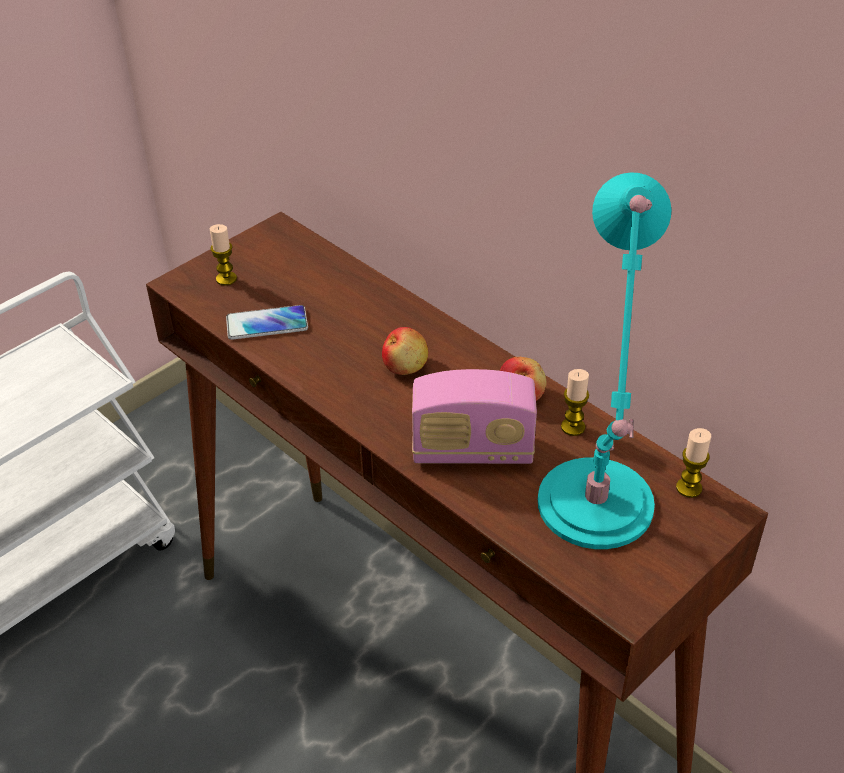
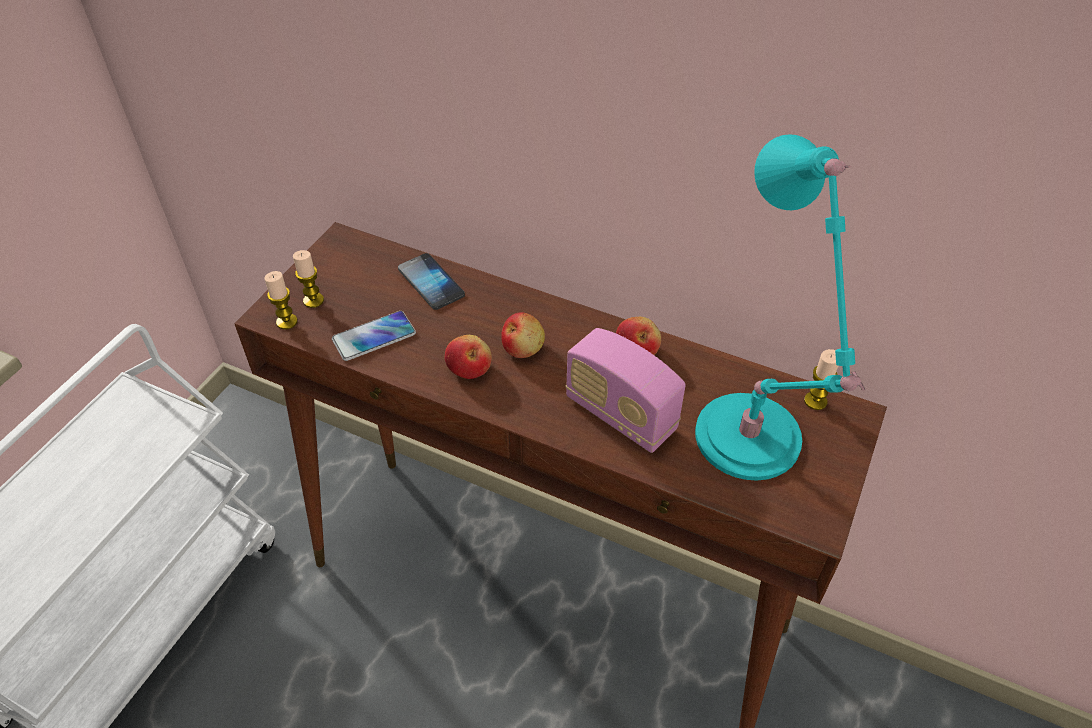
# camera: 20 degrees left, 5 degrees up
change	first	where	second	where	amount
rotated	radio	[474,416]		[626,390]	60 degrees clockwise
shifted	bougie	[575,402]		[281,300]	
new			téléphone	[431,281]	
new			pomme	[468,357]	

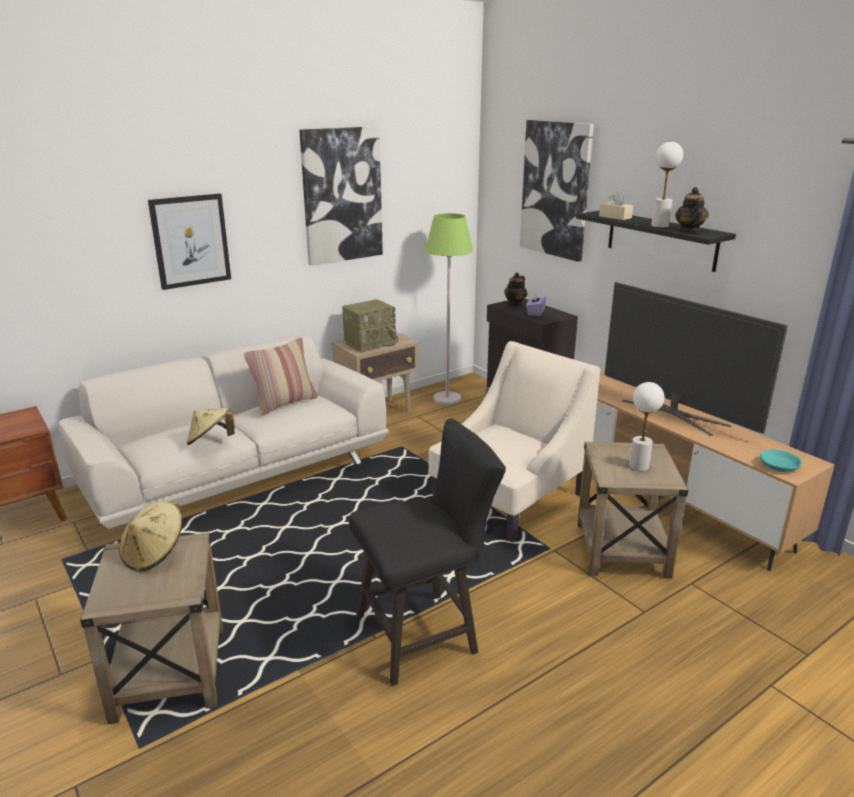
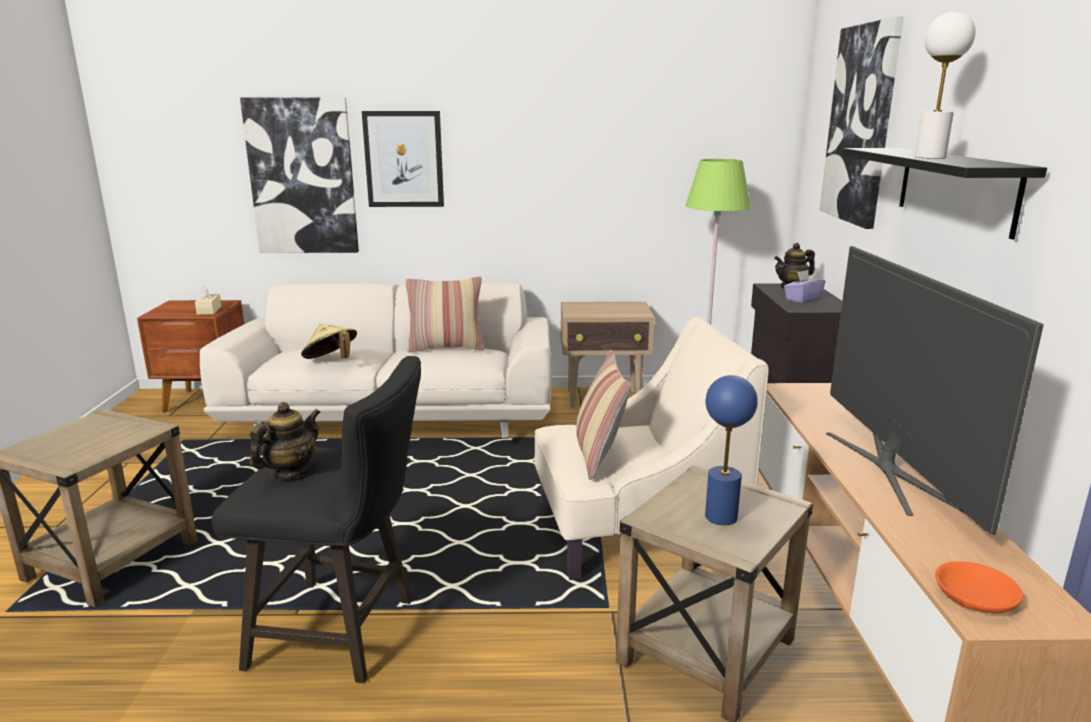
# camera: 35 degrees right, 5 degrees down
change	first	where	second	where	amount
gone	chapeau/beige	[151,536]			
shifted	tableau	[341,196]		[299,175]	
gone	radio	[370,325]			
shifted	boîte à mouchoirs/beige	[616,206]		[208,300]	
repainted	lampe de table/blanc	[646,426]	lampe de table/bleu	[731,450]	
shifted	théière	[691,210]		[285,441]	
repainted	bol/turquoise	[781,460]	bol/orange	[979,587]	
new			coussin	[603,415]	

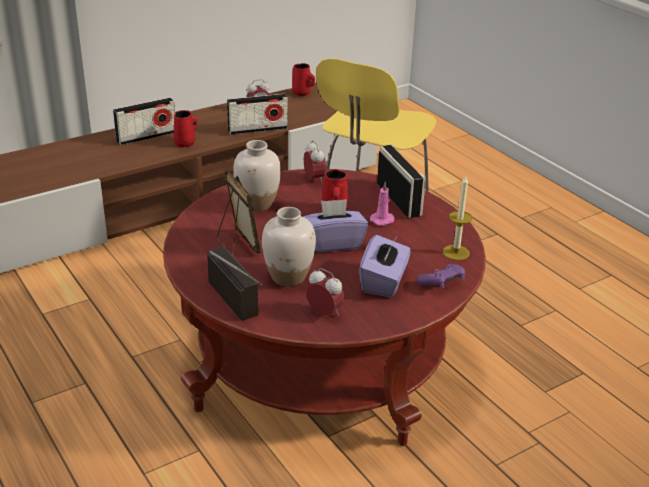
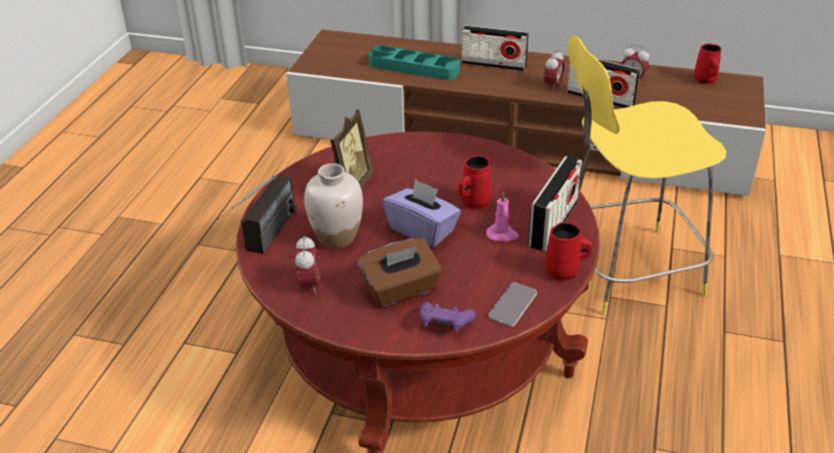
# camera: 50 degrees right, 5 degrees up
change	first	where	second	where	amount
shifted	mug/rouge	[186,129]		[568,251]	
gone	vase/blanc	[257,176]			
shifted	réveil	[315,162]		[554,70]	
repainted	boîte à mouchoirs/violet	[385,266]	boîte à mouchoirs/marron	[399,272]	
swapped	bougie	[458,218]	téléphone	[513,305]	
new			plateau/turquoise	[414,63]	

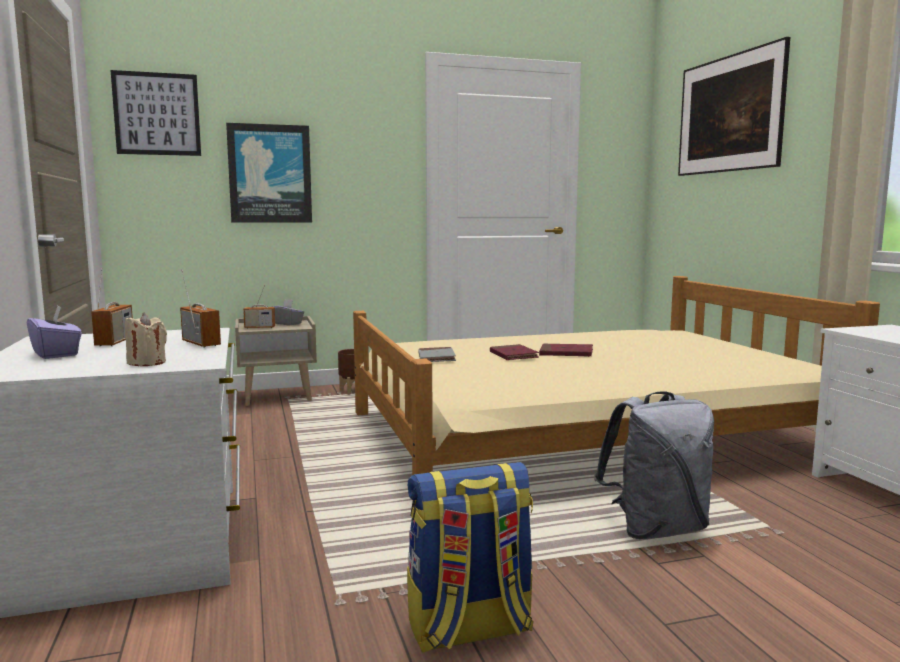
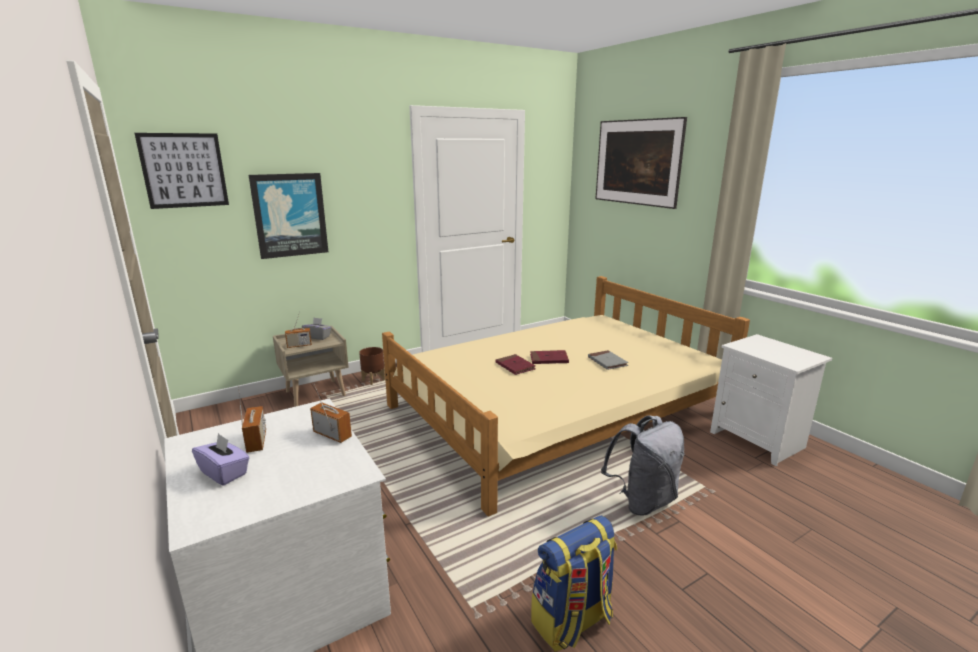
# camera: 15 degrees left, 10 degrees up
change	first	where	second	where	amount
gone	bougie/beige	[146,339]			
shifted	livre/gris	[437,354]		[608,360]	

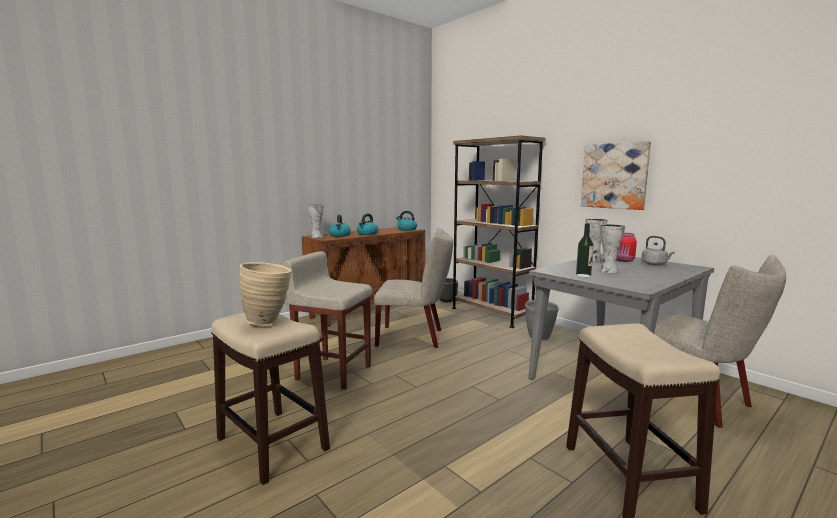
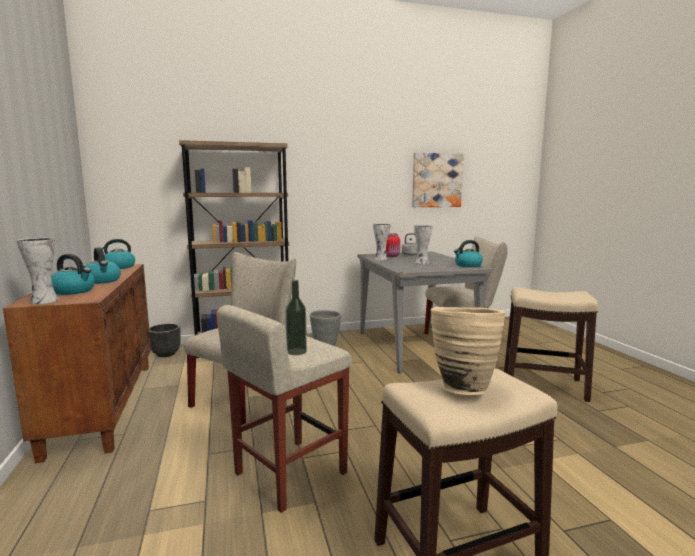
# camera: 65 degrees left, 0 degrees up
change	first	where	second	where	amount
shifted	bouteille	[585,250]		[296,317]	
shifted	tableau	[616,175]		[438,179]	
new			bouilloire	[468,253]	

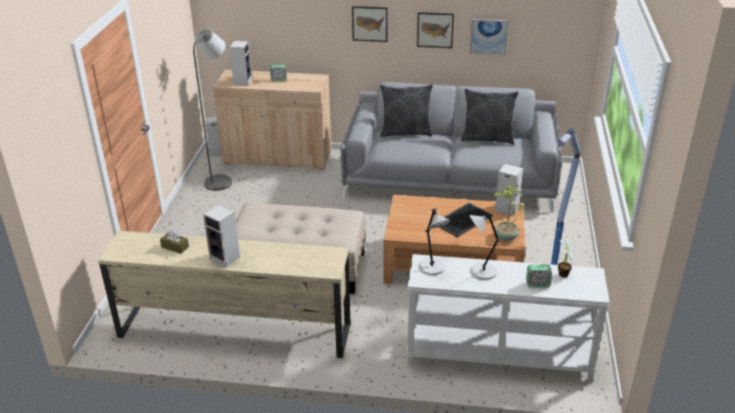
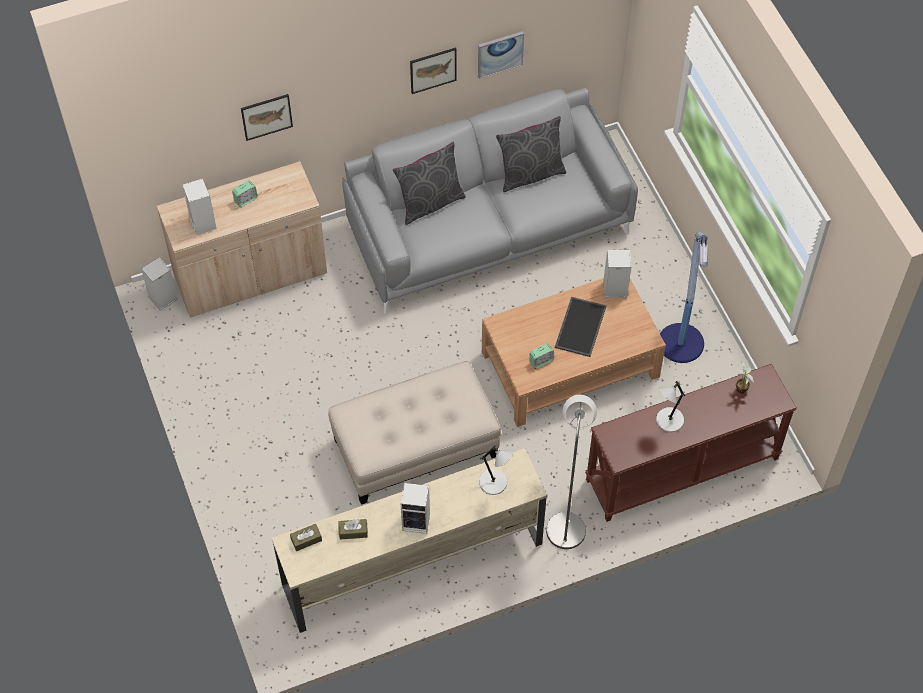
# camera: 30 degrees left, 25 degrees up
change	first	where	second	where	amount
shifted	lampadaire/gris	[212,110]		[571,472]	
shifted	tableau	[370,24]		[267,117]	
repainted	table console/blanc	[508,318]	table console/marron	[691,443]	
shifted	lampe de table/gris	[434,242]		[496,470]	
gone	plante en pot	[508,212]			
shifted	réveil	[539,276]		[541,356]	
new			boîte à mouchoirs/marron	[306,537]	

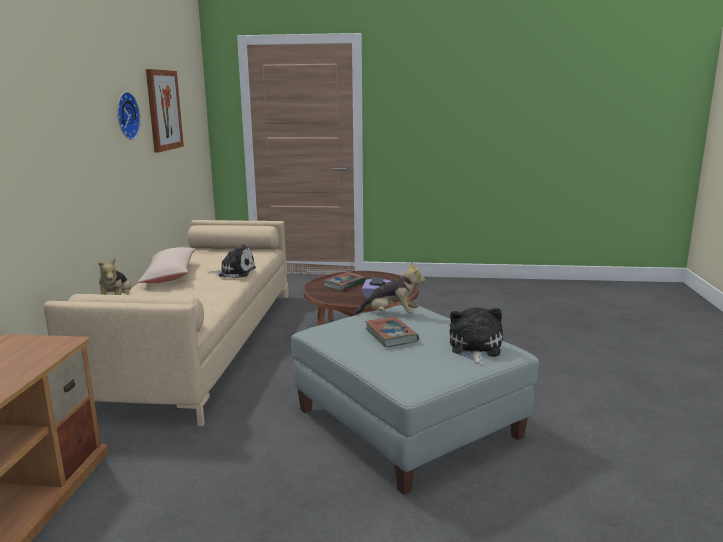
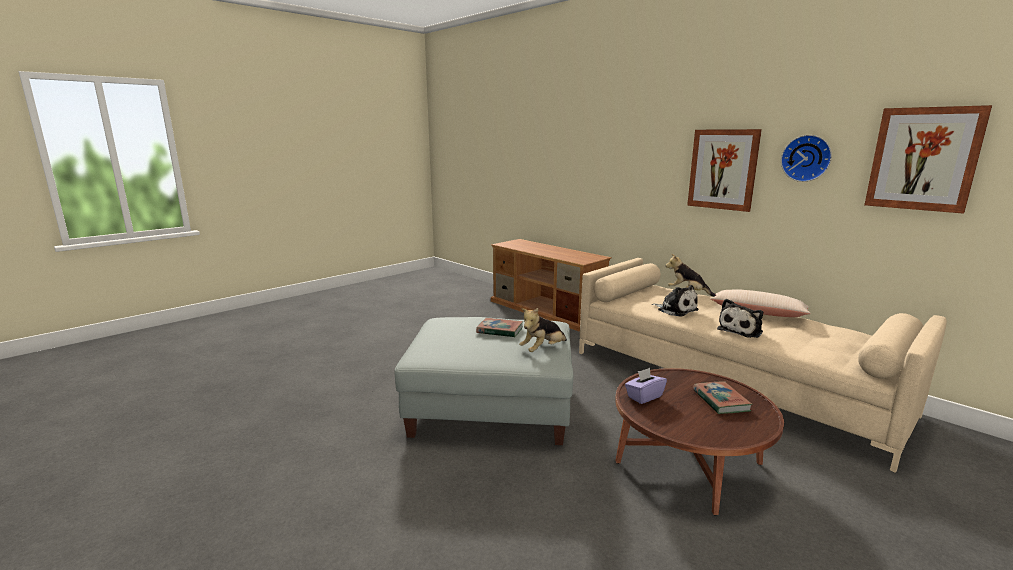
# camera: 130 degrees right, 0 degrees up
change	first	where	second	where	amount
shifted	peluche	[476,336]		[675,301]	
new			tableau	[724,170]	

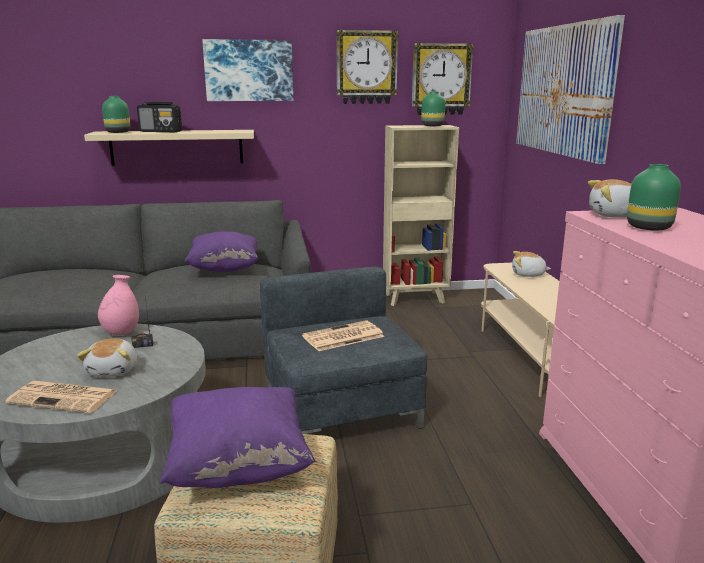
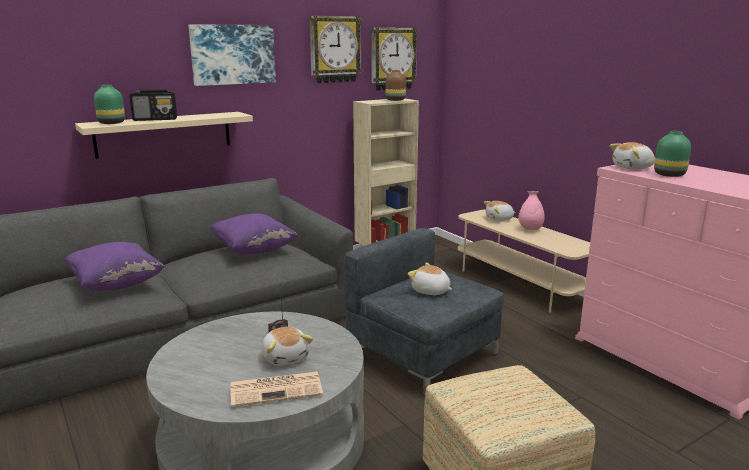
# camera: 25 degrees left, 0 degrees up
change	first	where	second	where	amount
shifted	vase/rose	[118,305]		[531,210]	
shifted	coussin/violet	[237,437]		[114,266]	
swapped	journal	[343,335]	peluche	[430,279]	
repainted	vase/vert	[433,109]	vase/marron	[395,85]	
gone	tableau	[570,89]			

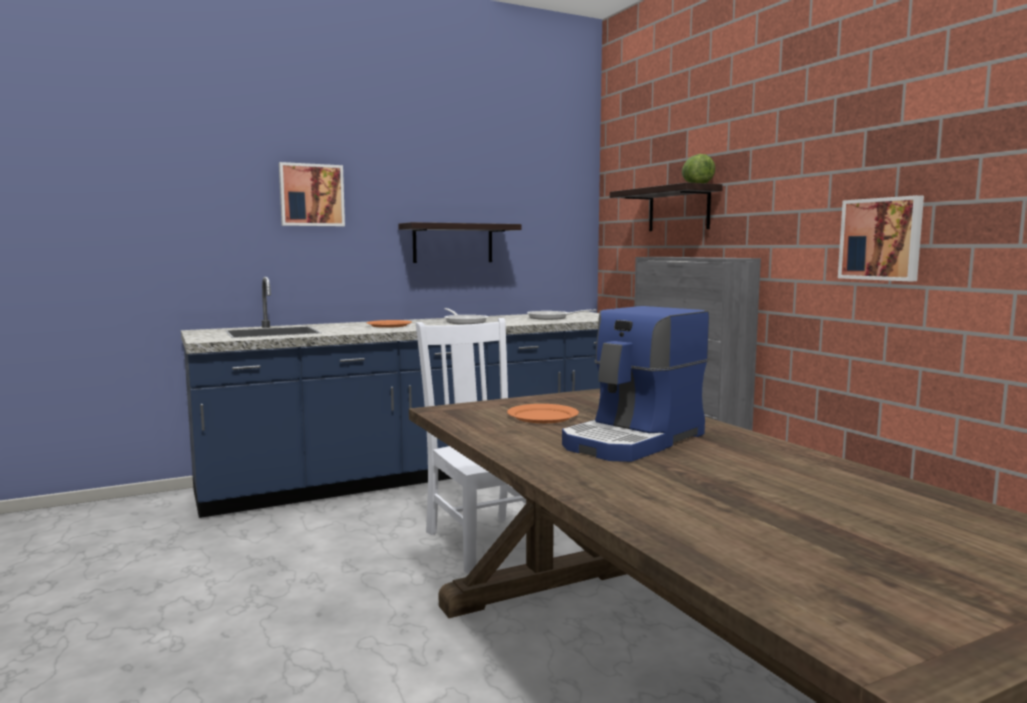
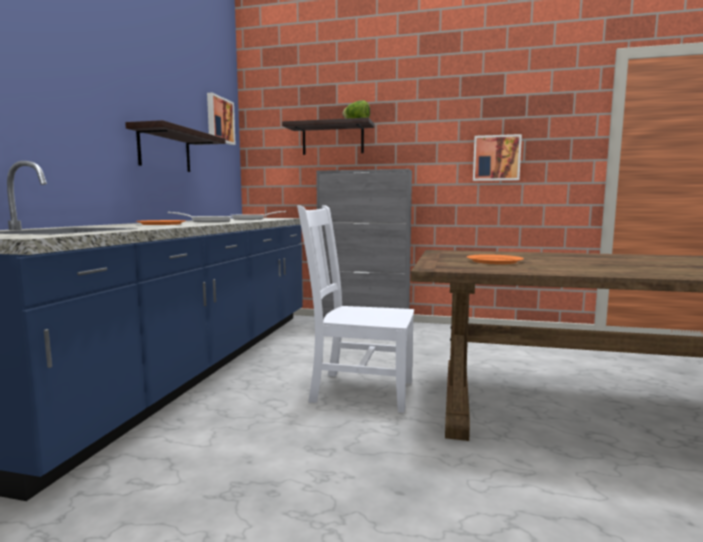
# camera: 50 degrees left, 0 degrees up
change	first	where	second	where	amount
shifted	tableau	[312,194]		[221,118]	
gone	machine à café	[635,384]			

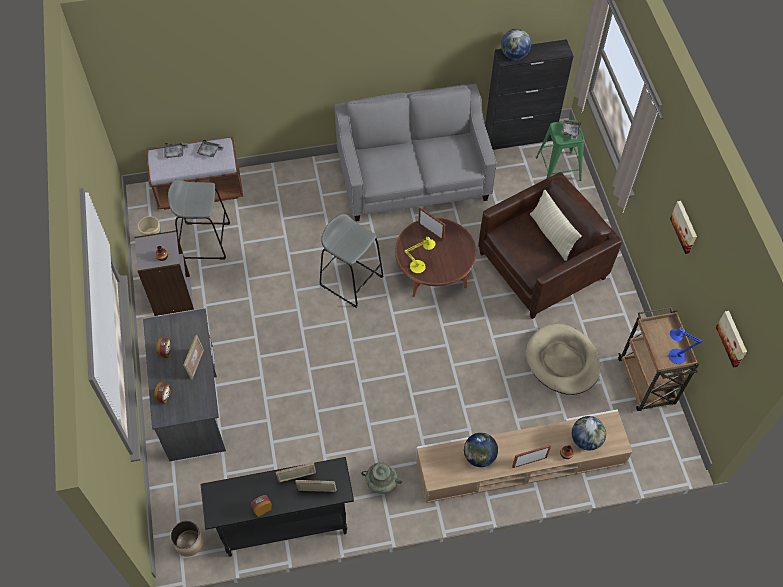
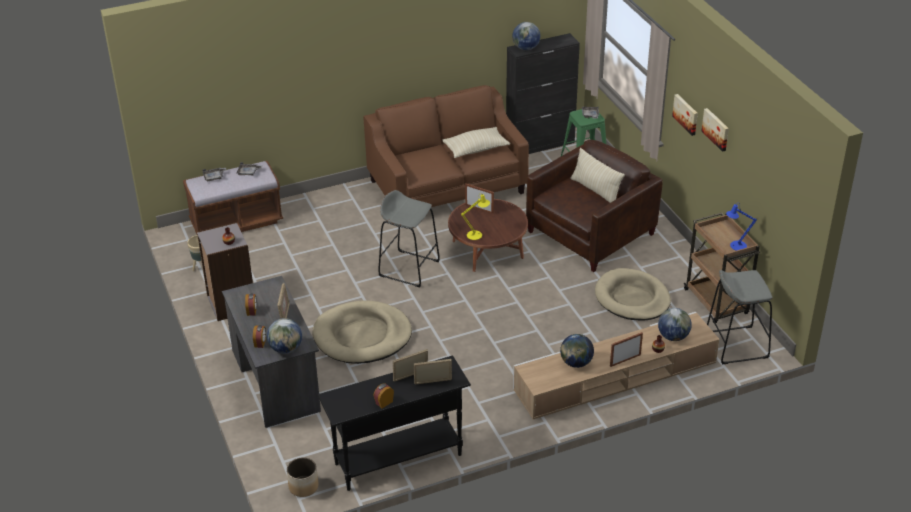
# camera: 10 degrees left, 20 degrees down
change	first	where	second	where	amount
shifted	tabouret/gris	[199,219]		[740,317]	
repainted	canapé/gris	[415,153]	canapé/marron	[446,146]	
gone	vase/turquoise	[381,478]			
shifted	tableau	[731,339]		[685,115]	
new			globe	[284,336]	
new			panier pour chien/beige	[362,332]	
new			coussin/beige	[476,142]	

